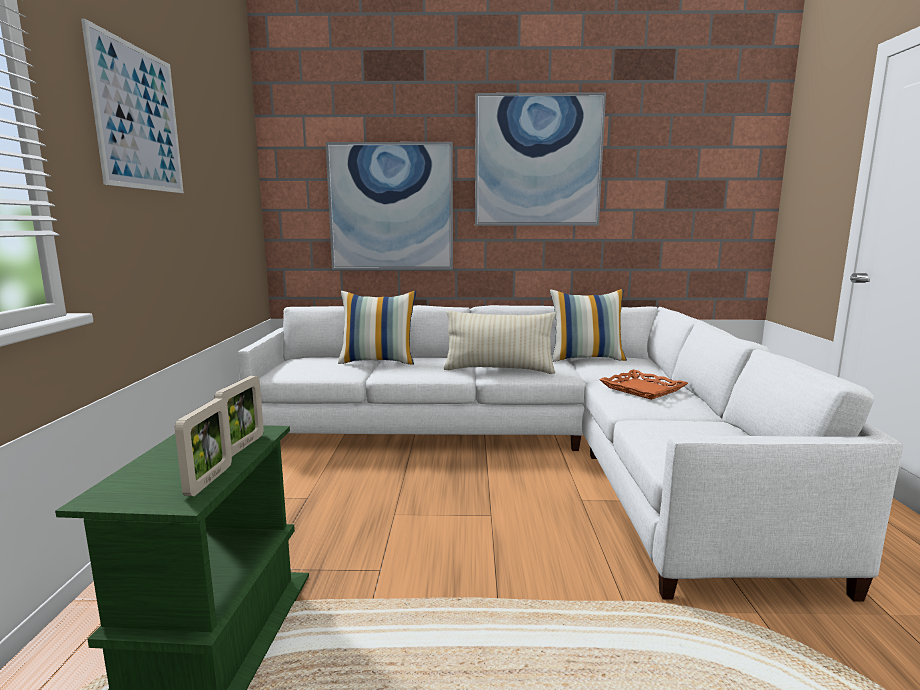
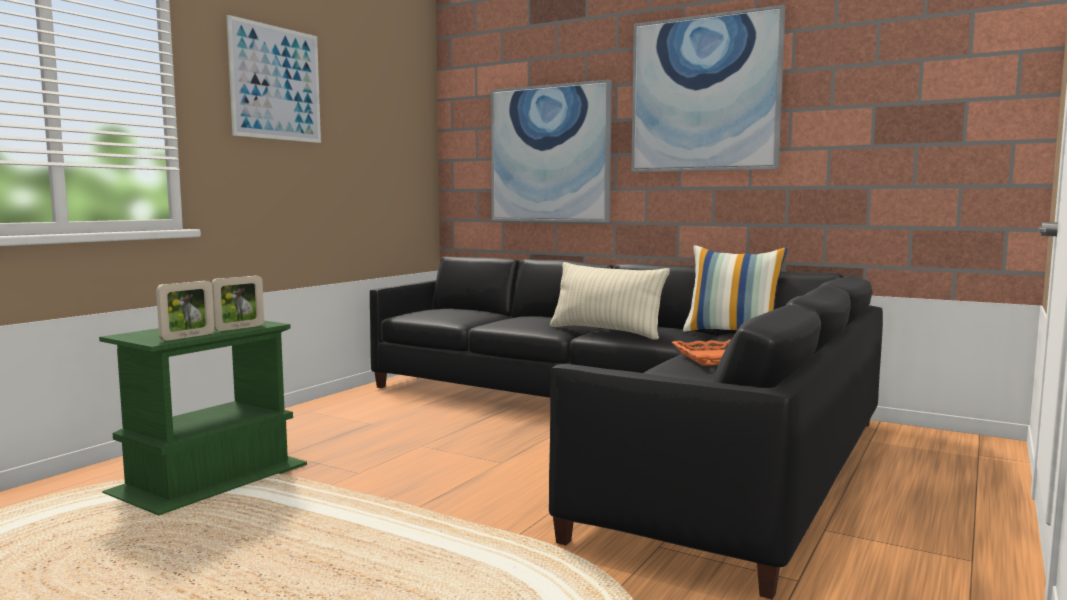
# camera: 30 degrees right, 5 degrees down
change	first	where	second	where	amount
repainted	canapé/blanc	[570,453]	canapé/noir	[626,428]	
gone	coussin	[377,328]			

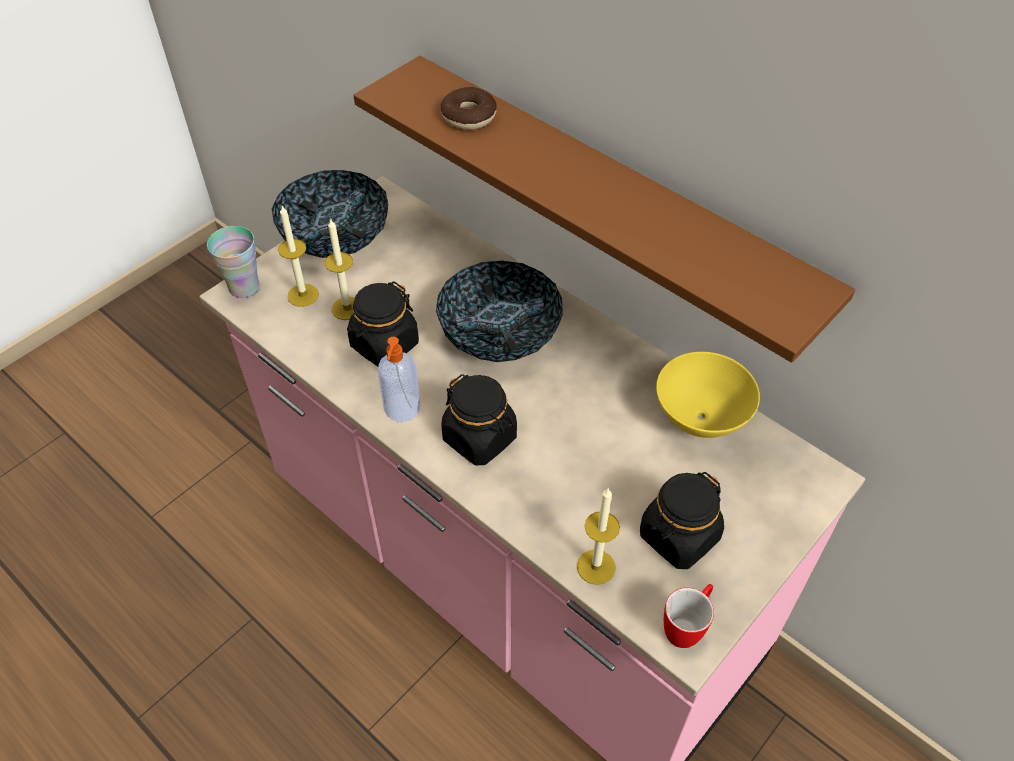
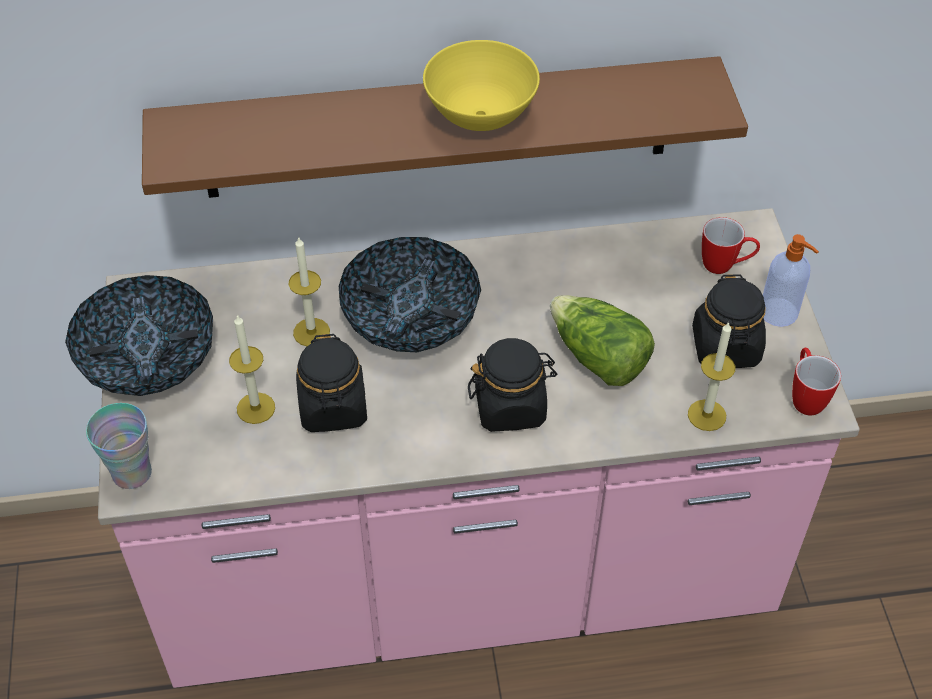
# camera: 50 degrees left, 0 degrees up
change	first	where	second	where	amount
shifted	bougie	[298,256]		[309,291]	
shifted	distributeur de savon	[399,379]		[791,280]	
gone	beignet	[468,108]			
shifted	bol/jaune	[708,395]		[481,85]	
new			laitue	[602,340]	
new			mug	[731,245]	

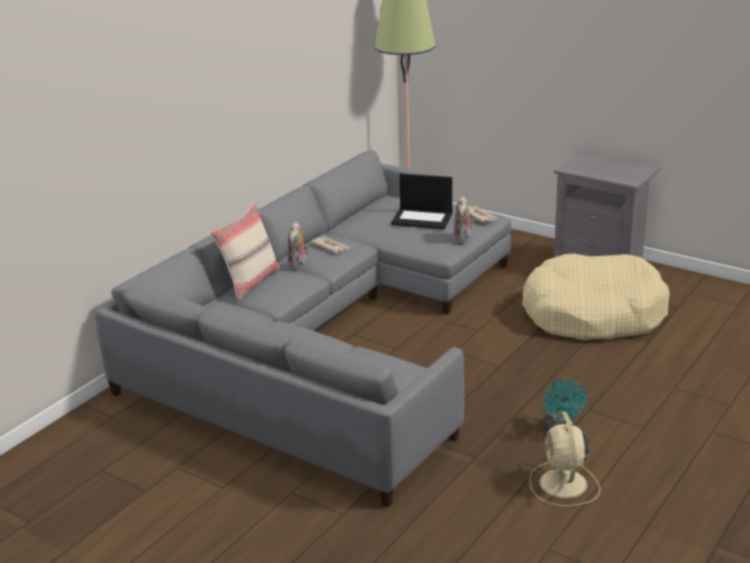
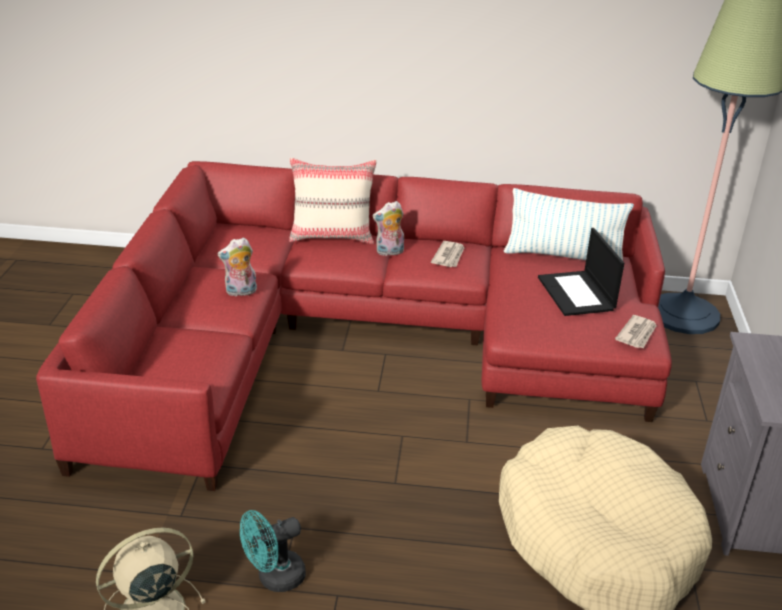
# camera: 60 degrees right, 5 degrees up
change	first	where	second	where	amount
repainted	canapé/gris	[303,328]	canapé/rouge	[354,326]	
shifted	peluche	[463,220]		[237,267]	
new			coussin	[569,224]	

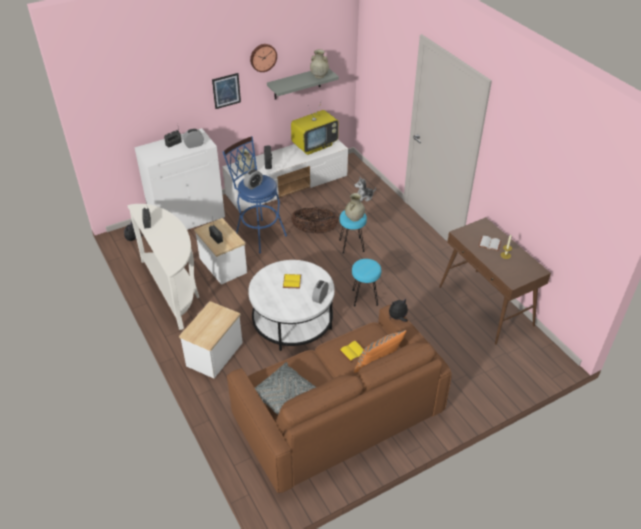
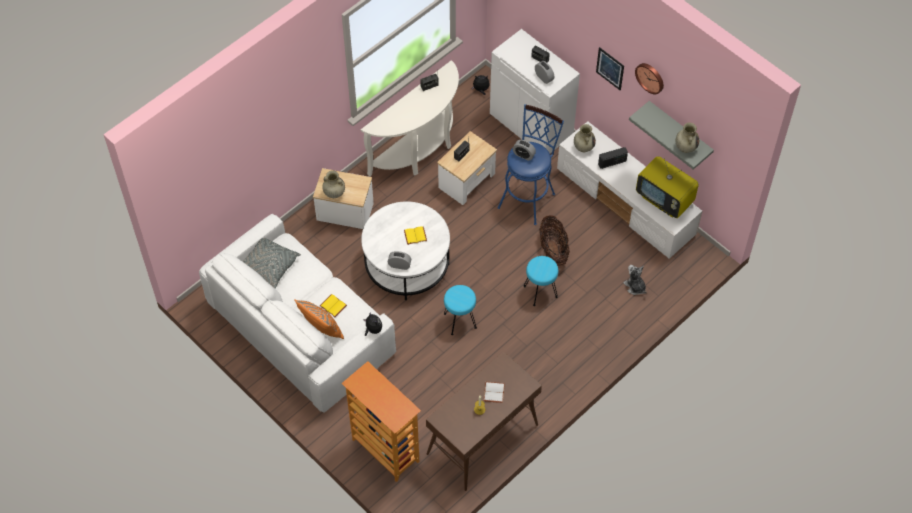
# camera: 75 degrees right, 15 degrees up
change	first	where	second	where	amount
repainted	canapé/marron	[339,399]	canapé/blanc	[297,313]	
shifted	vase/beige	[355,207]		[333,184]	
new			bibliothèque	[381,421]	

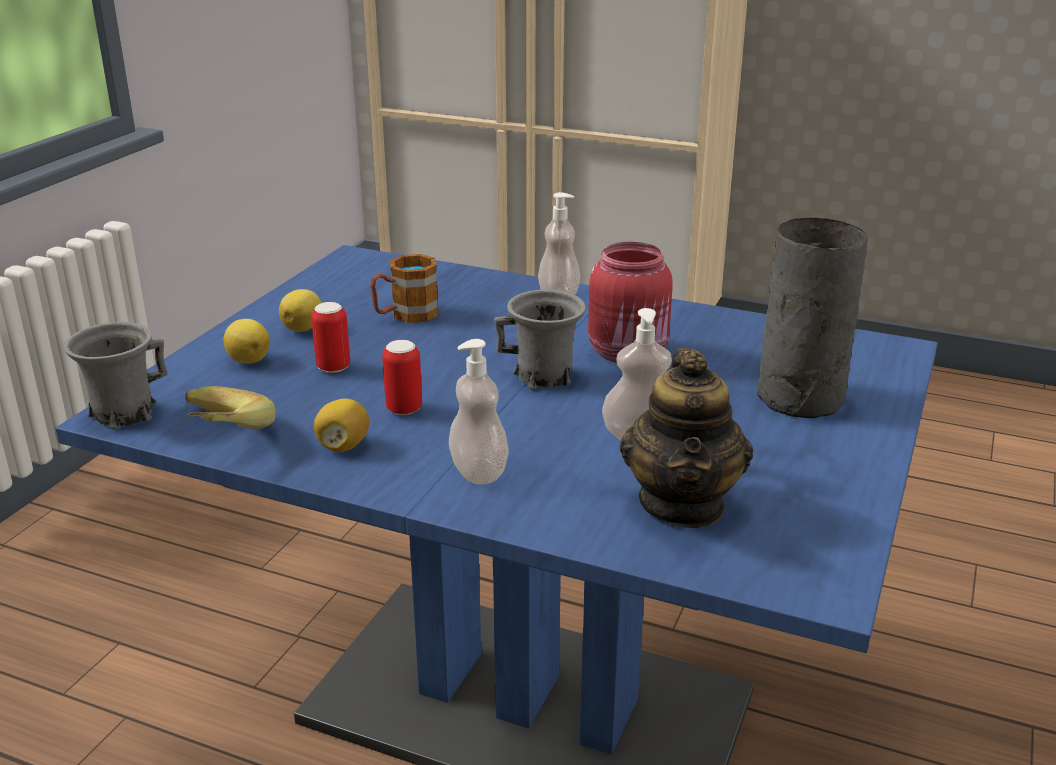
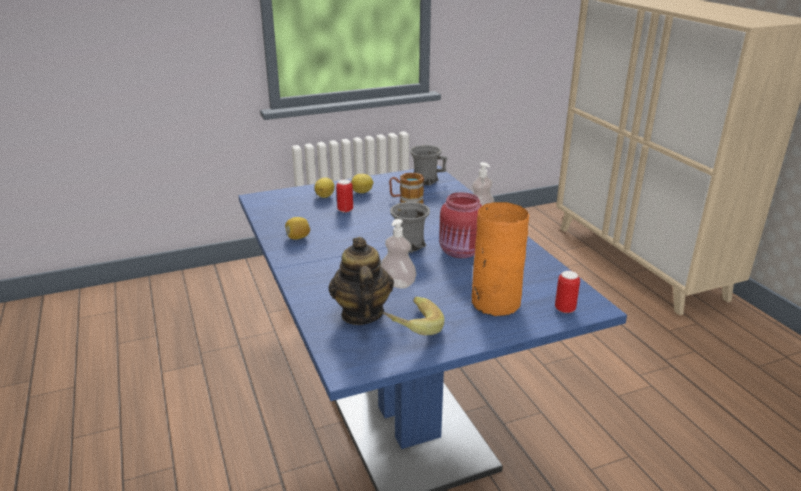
# camera: 45 degrees right, 0 degrees up
change	first	where	second	where	amount
shifted	mug/gris	[116,375]		[428,165]	
shifted	banane	[230,407]		[413,316]	
shifted	boîte métallique	[402,377]		[567,292]	
gone	distributeur de savon	[479,411]			
rotated	théière	[686,438]		[361,281]	120 degrees clockwise
repainted	vase/gris	[812,318]	vase/orange	[500,259]	

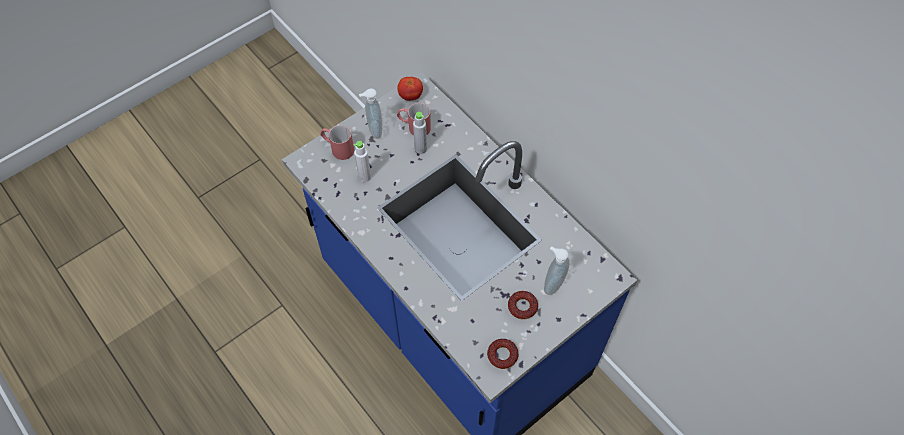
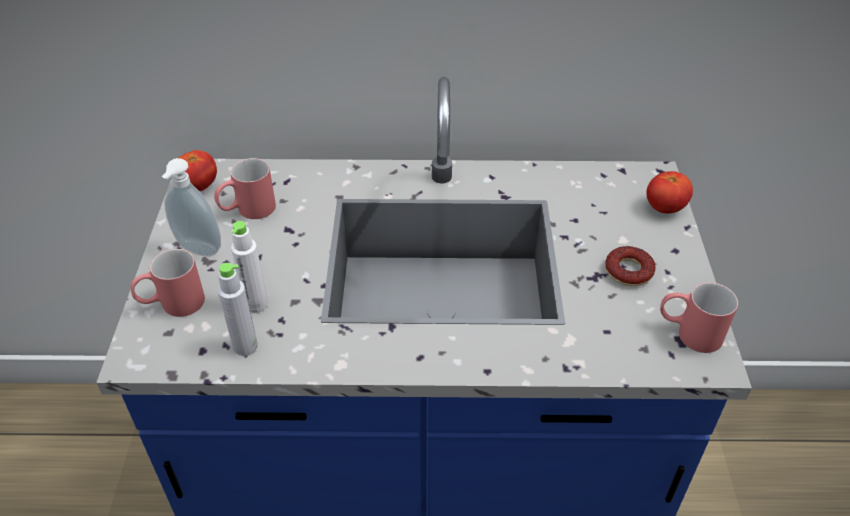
# camera: 50 degrees left, 15 degrees down
change	first	where	second	where	amount
shifted	bouteille/gris	[420,133]		[238,309]	
swapped	beignet	[503,354]	mug/rouge	[699,317]	
gone	distributeur de savon	[557,270]			
new			tomate	[669,192]	

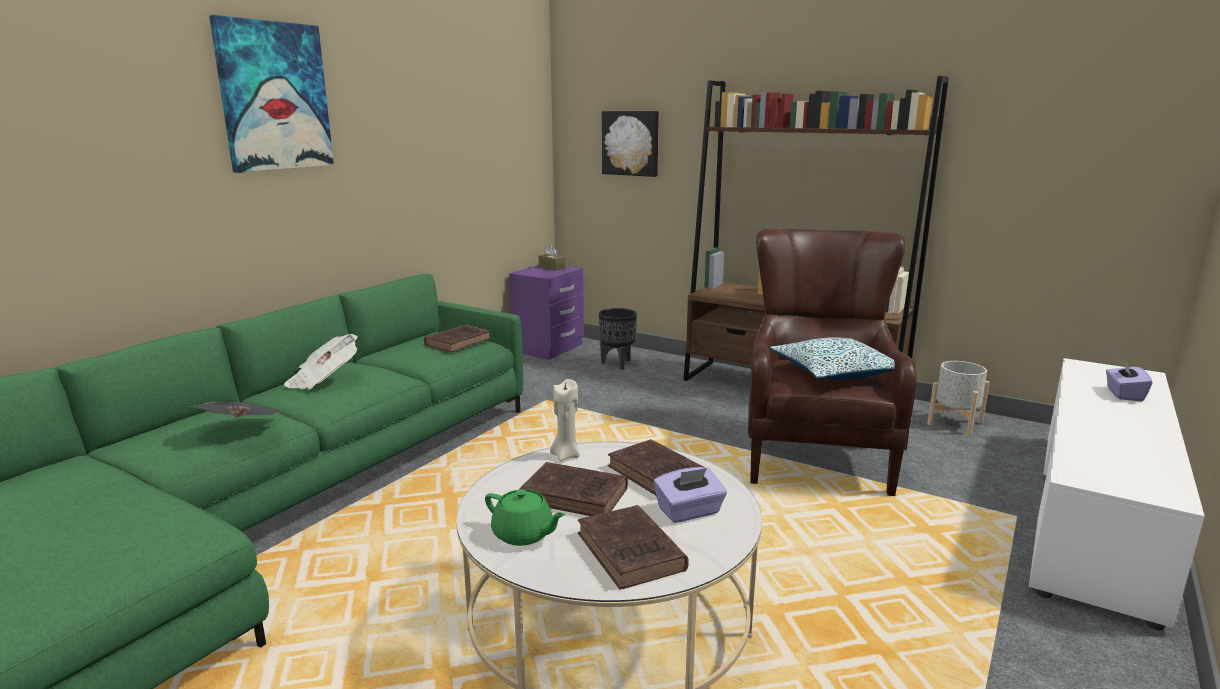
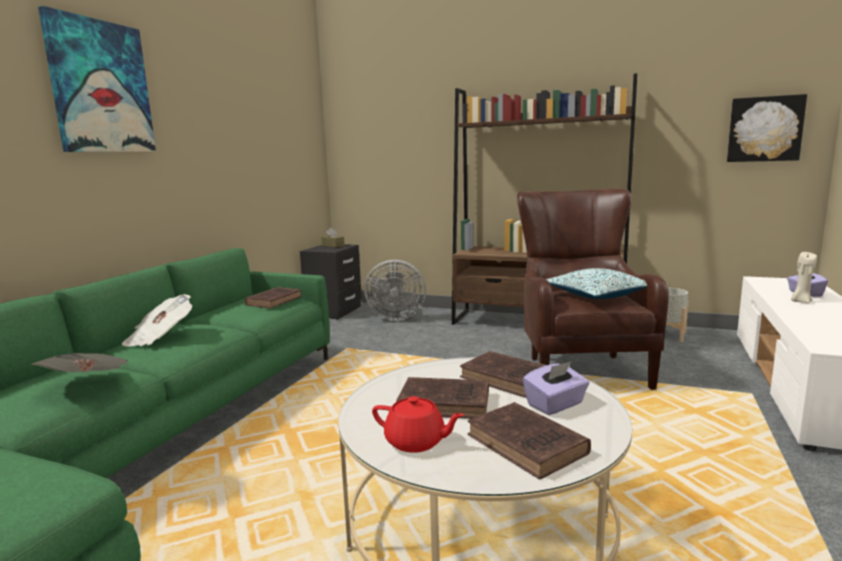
# camera: 10 degrees left, 5 degrees down
change	first	where	second	where	amount
repainted	théière/vert	[525,517]	théière/rouge	[418,424]	
repainted	table de chevet/violet	[546,312]	table de chevet/noir	[331,281]	
shifted	bougie/beige	[565,420]		[804,277]	
swapped	cache-pot/noir	[618,339]	ventilateur/gris	[395,290]	
shifted	tableau	[630,144]		[767,128]	

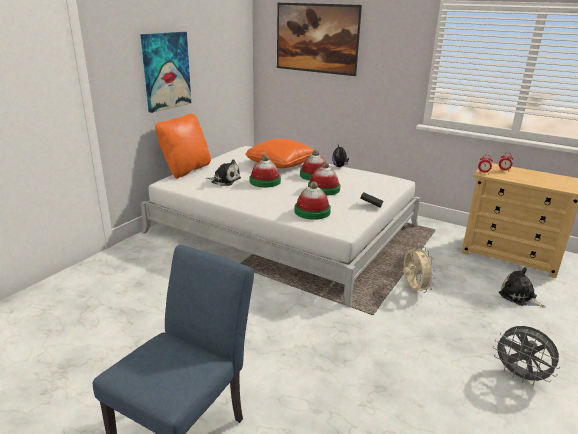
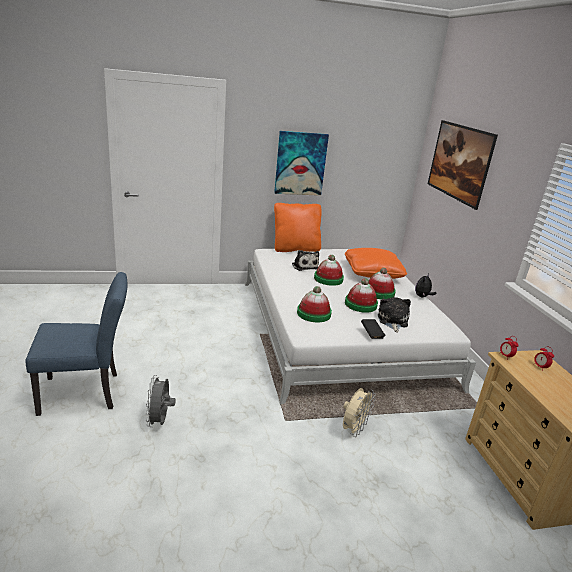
# camera: 45 degrees right, 0 degrees up
change	first	where	second	where	amount
shifted	ventilateur/gris	[526,355]		[161,401]	
shifted	peluche	[522,287]		[394,315]	

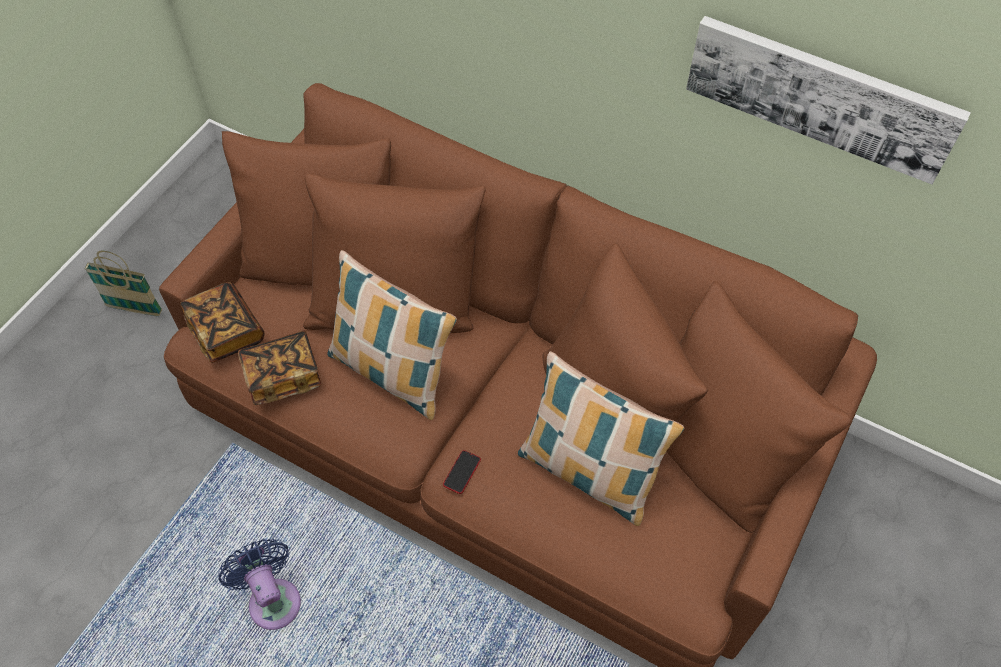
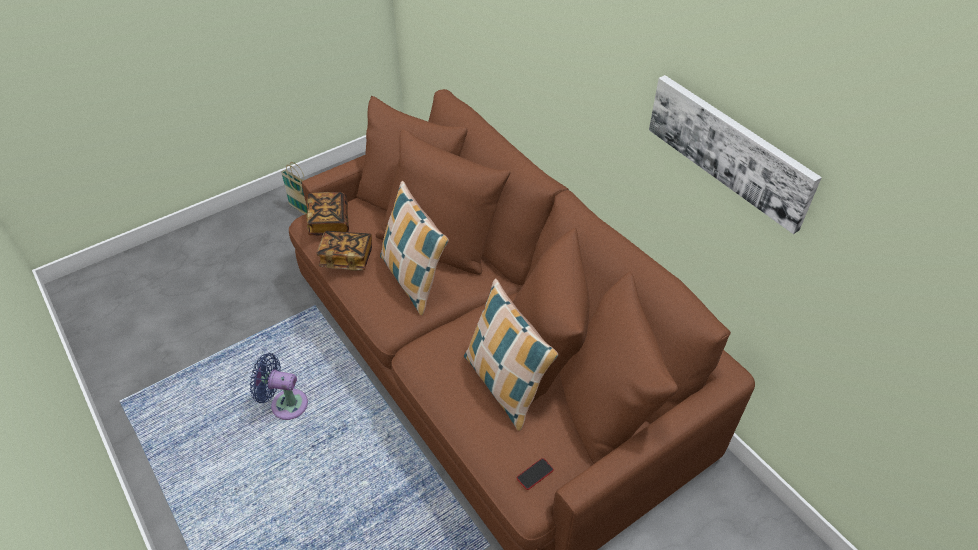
# camera: 25 degrees right, 10 degrees down
change	first	where	second	where	amount
rotated	ventilateur/bleu	[259,584]		[279,386]	75 degrees counterclockwise
shifted	téléphone	[462,472]		[535,474]	

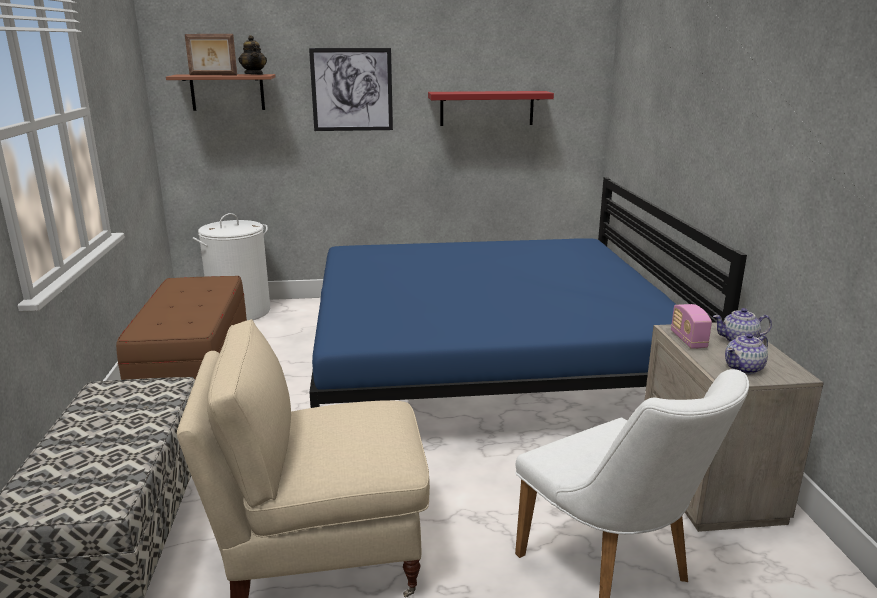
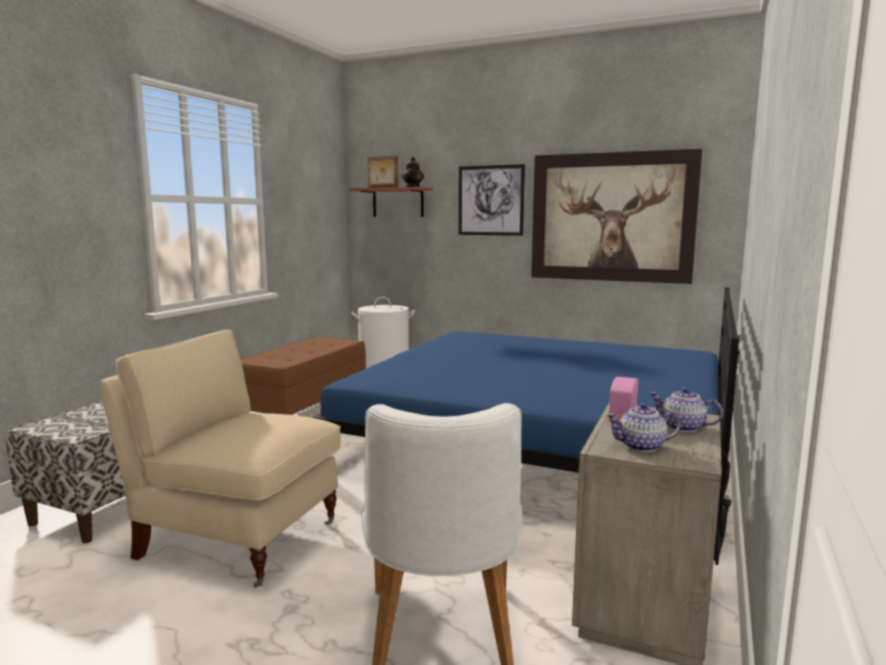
# camera: 30 degrees right, 10 degrees down
change	first	where	second	where	amount
swapped	étagère/rouge	[491,108]	tableau	[616,216]	

